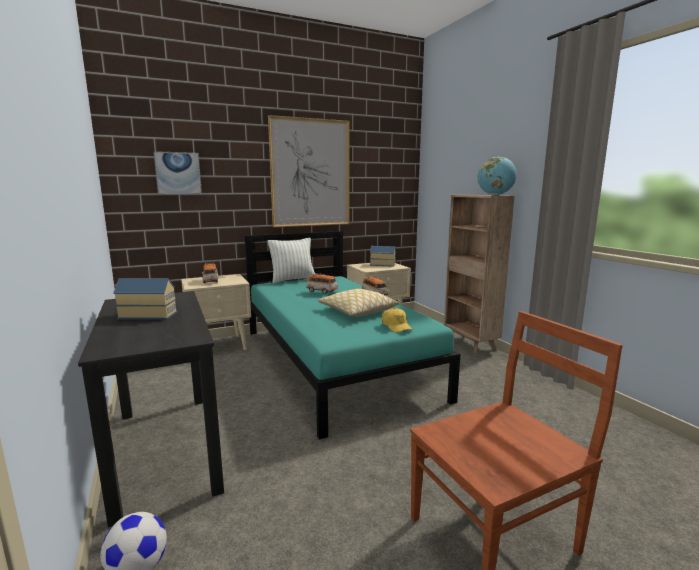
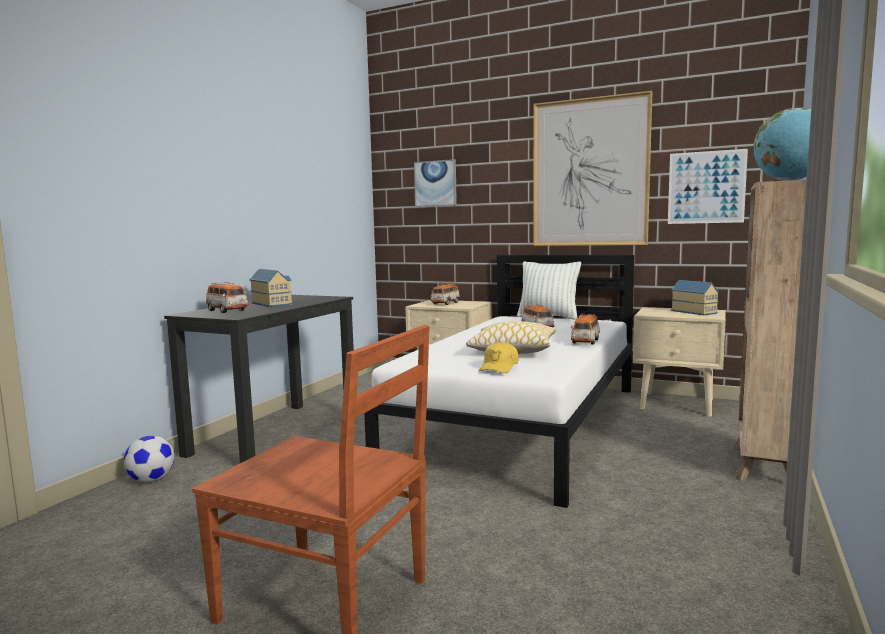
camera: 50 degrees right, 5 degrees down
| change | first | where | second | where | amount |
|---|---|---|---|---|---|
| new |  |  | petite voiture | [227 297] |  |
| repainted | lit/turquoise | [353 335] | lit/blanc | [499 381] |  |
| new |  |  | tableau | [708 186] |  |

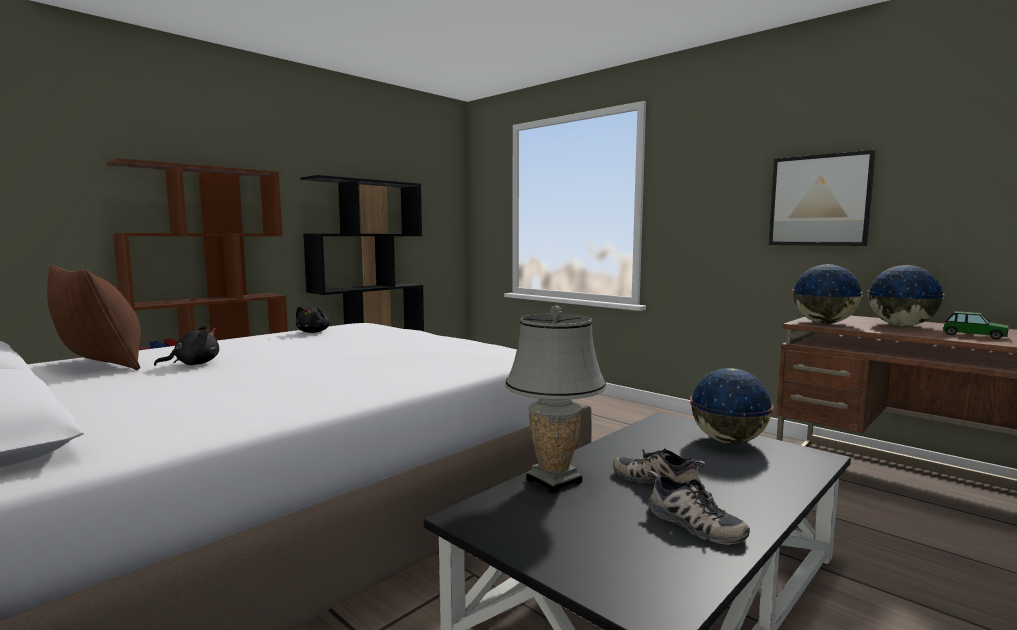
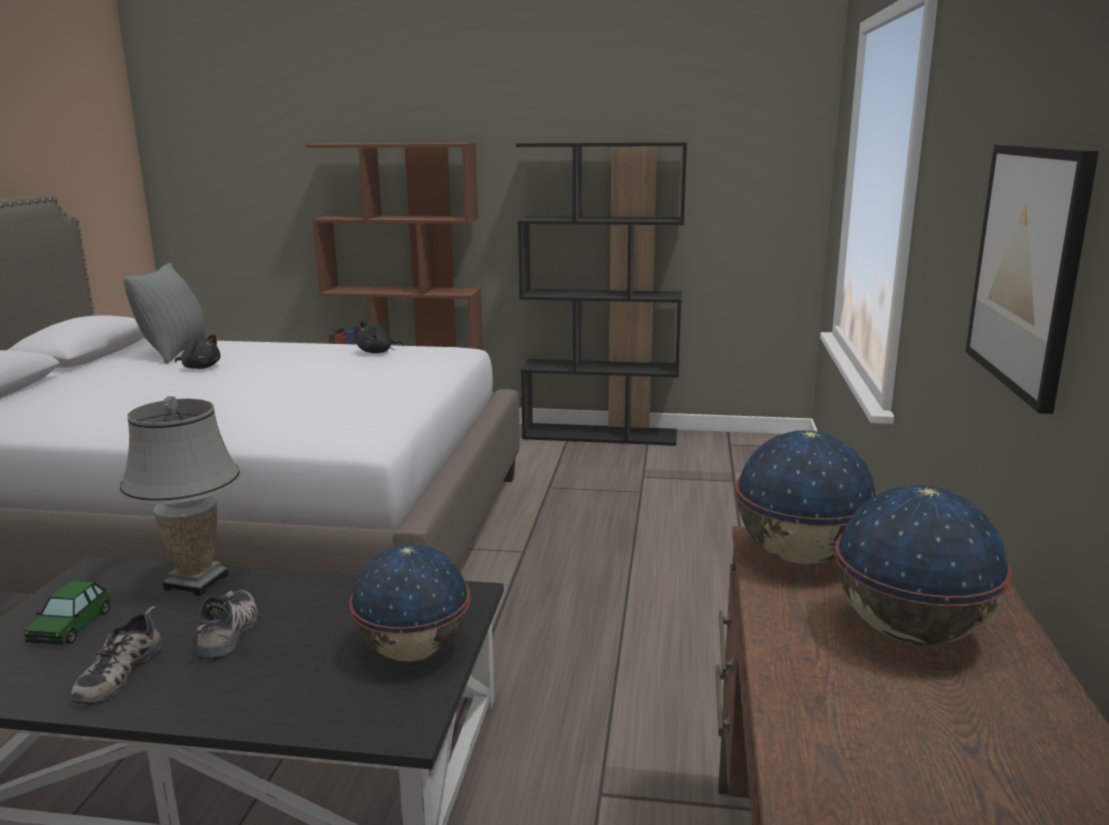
camera: 55 degrees right, 10 degrees up
| change | first | where | second | where | amount |
|---|---|---|---|---|---|
| shifted | petite voiture | [976 325] |  | [67 613] |  |
| repainted | coussin/marron | [94 317] | coussin/gris | [165 313] |  |

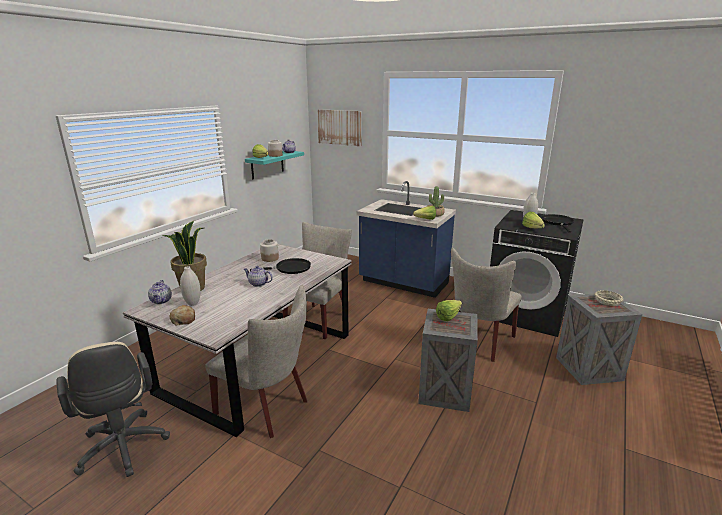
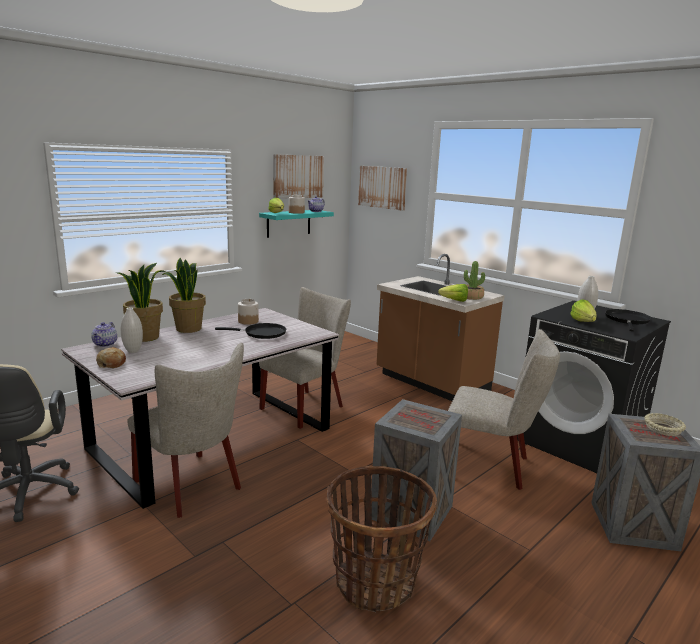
camera: 15 degrees right, 5 degrees down
| change | first | where | second | where | amount |
|---|---|---|---|---|---|
| new |  |  | plante en pot | [184 295] |  |
| new |  |  | tableau | [298 176] |  |
| new |  |  | panier | [382 539] |  |
| repainted | comptoir de cuisine/bleu | [406 239] | comptoir de cuisine/marron | [440 327] |  |
| rotated | chaise/beige | [486 305] |  | [504 409] | 120 degrees counterclockwise |
| gone | théière | [258 276] |  |  |  |
| gone | laitue | [449 310] |  |  |  |

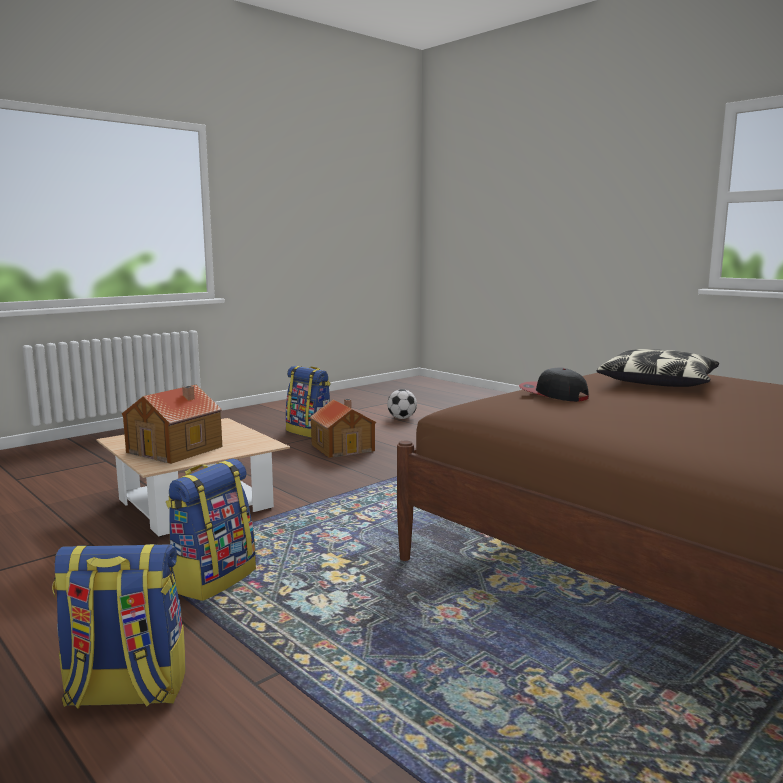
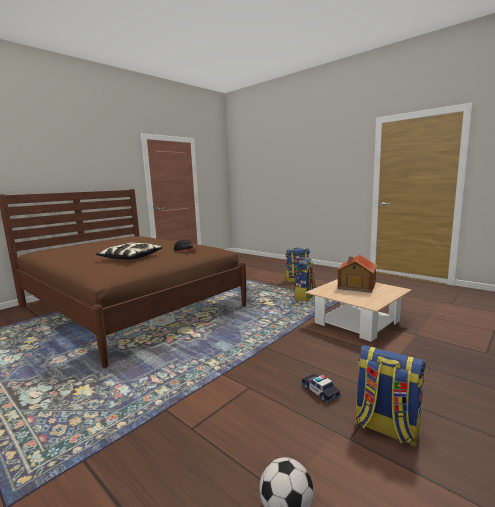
camera: 175 degrees right, 0 degrees up
| change | first | where | second | where | amount |
|---|---|---|---|---|---|
| swapped | maison miniature | [343 428] | petite voiture | [321 388] |  |

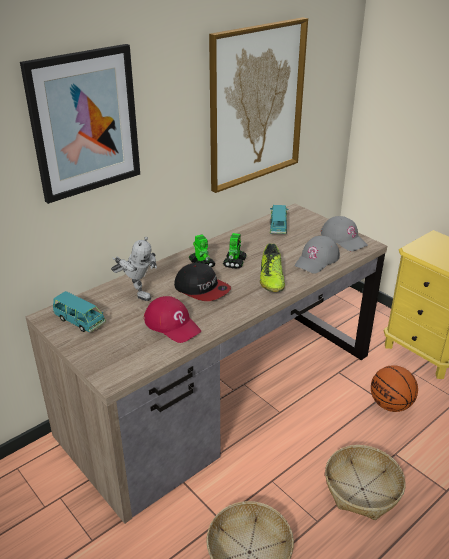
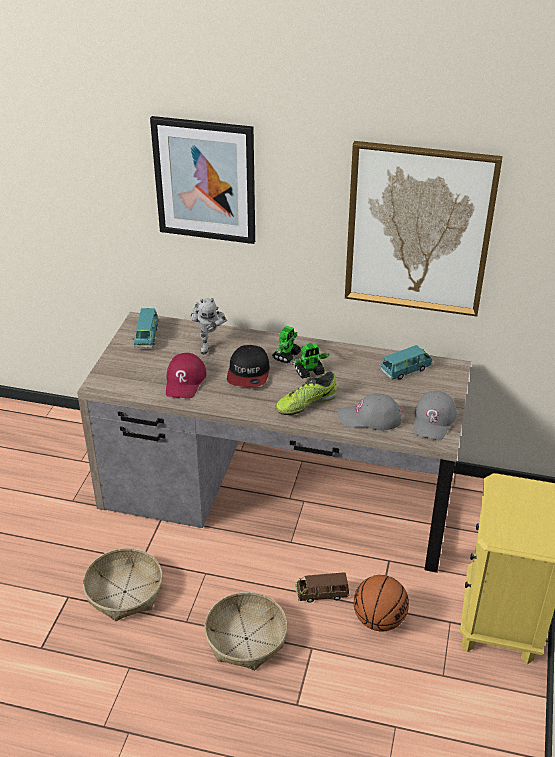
camera: 55 degrees right, 5 degrees up
| change | first | where | second | where | amount |
|---|---|---|---|---|---|
| new |  |  | petite voiture/marron | [323 587] |  |

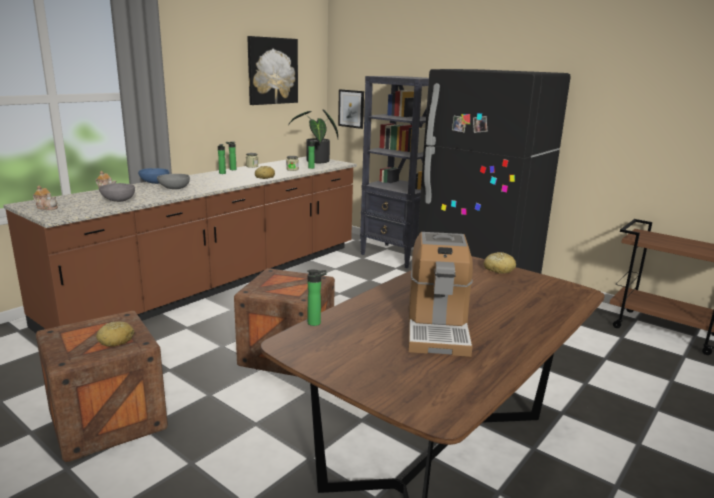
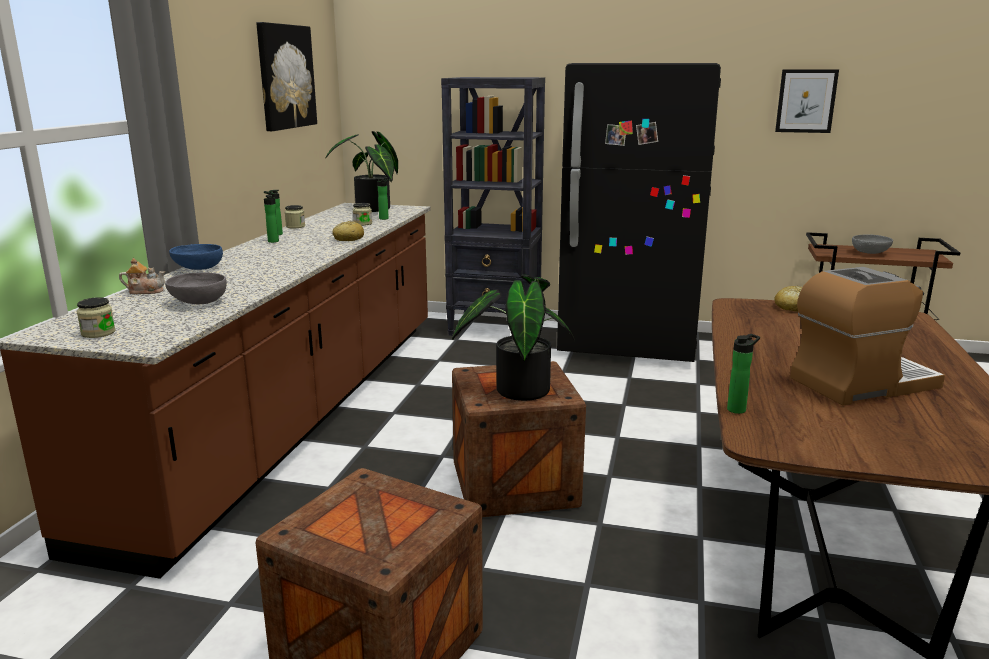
camera: 25 degrees left, 0 degrees up
| change | first | where | second | where | amount |
|---|---|---|---|---|---|
| swapped | théière | [45 198] | bocal | [96 317] |  |
| new |  |  | plante en pot | [513 337] |  |
| shifted | tableau | [351 109] |  | [807 101] |  |
| rotated | machine à café | [440 294] |  | [867 336] | 90 degrees counterclockwise |
| shifted | bol/gris | [173 181] |  | [872 244] |  |
| gone | pain | [115 334] |  |  |  |

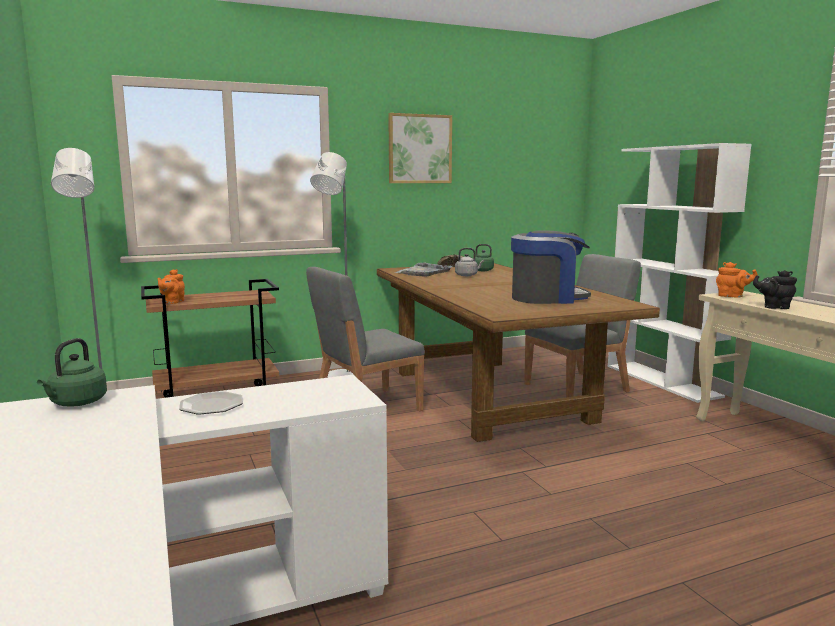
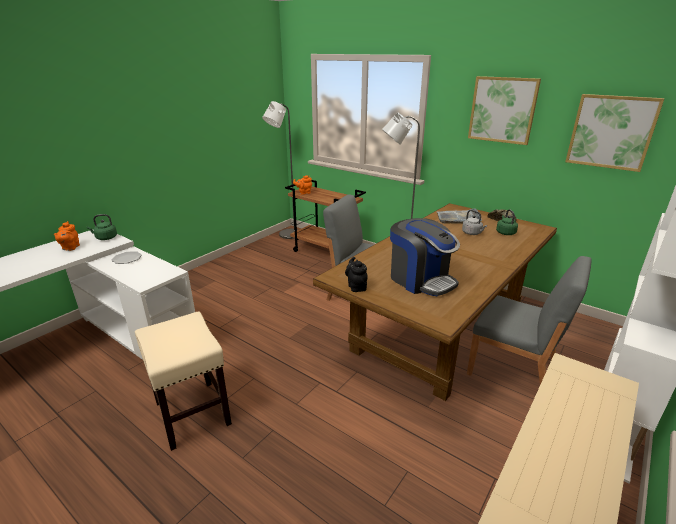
camera: 60 degrees right, 15 degrees up
| change | first | where | second | where | amount |
|---|---|---|---|---|---|
| shifted | théière/orange | [737 280] |  | [67 236] |  |
| new |  |  | tabouret/beige | [183 381] |  |
| shifted | théière/noir | [775 289] |  | [356 274] |  |
| new |  |  | tableau | [615 133] |  |

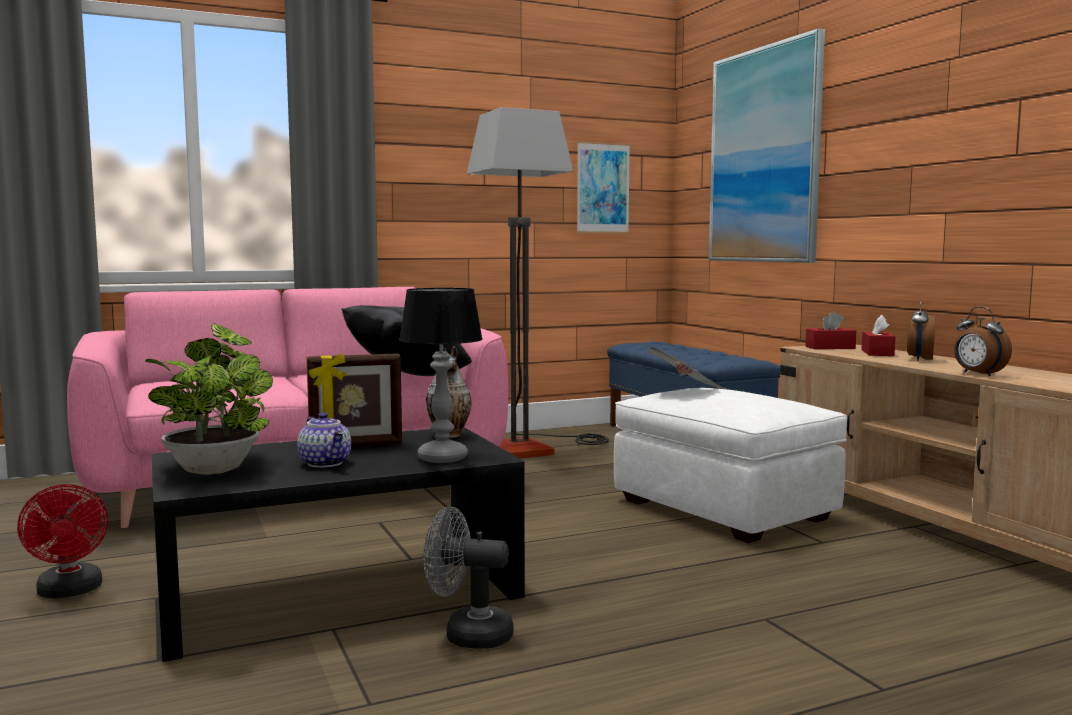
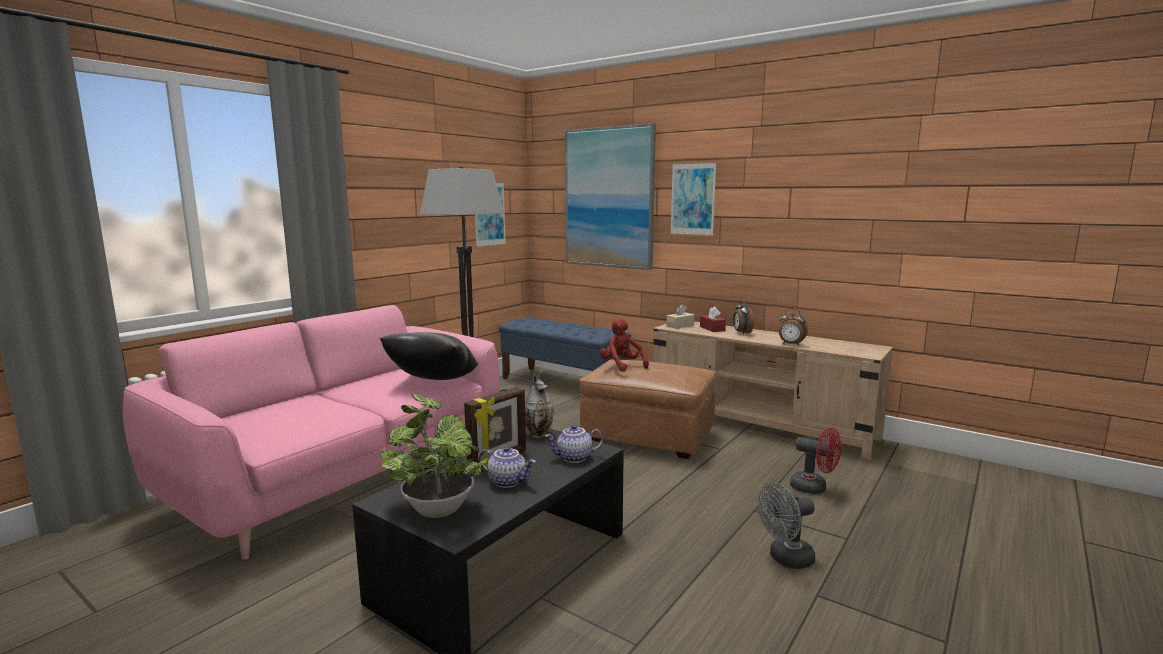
camera: 30 degrees left, 5 degrees up
| change | first | where | second | where | amount |
|---|---|---|---|---|---|
| swapped | lampe de table | [441 375] | théière | [574 444] |  |
| repainted | pouf/blanc | [730 465] | pouf/marron | [648 409] |  |
| swapped | journal | [687 368] | peluche/rouge | [624 345] |  |
| repainted | boîte à mouchoirs/rouge | [830 330] | boîte à mouchoirs/beige | [680 316] |  |
| new |  |  | tableau | [693 199] |  |
| shifted | ventilateur/gris | [468 578] |  | [786 526] |  |
| shifted | ventilateur/rouge | [62 541] |  | [816 461] |  |

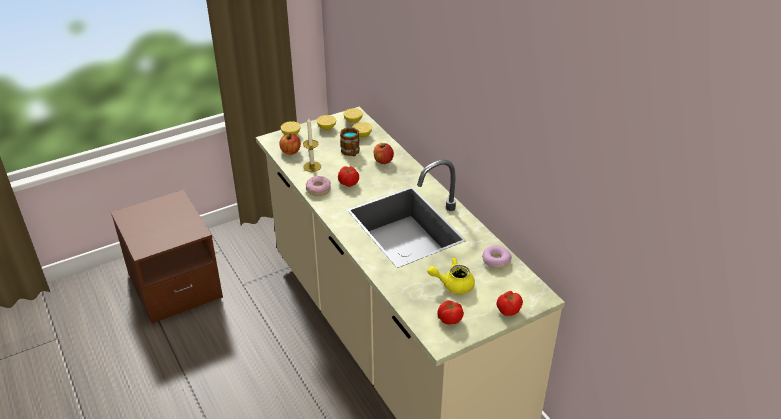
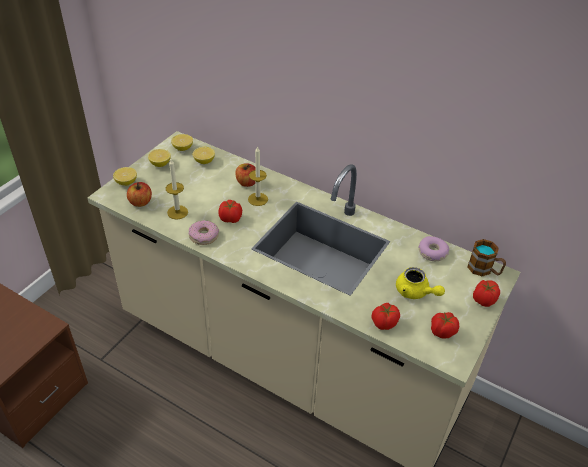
camera: 30 degrees left, 5 degrees up
| change | first | where | second | where | amount |
|---|---|---|---|---|---|
| new |  |  | bougie | [258 176] |  |
| new |  |  | tomate | [385 316] |  |
| rotated | théière/jaune | [451 275] |  | [420 283] | 105 degrees counterclockwise |
| shifted | mug | [350 141] |  | [486 257] |  |

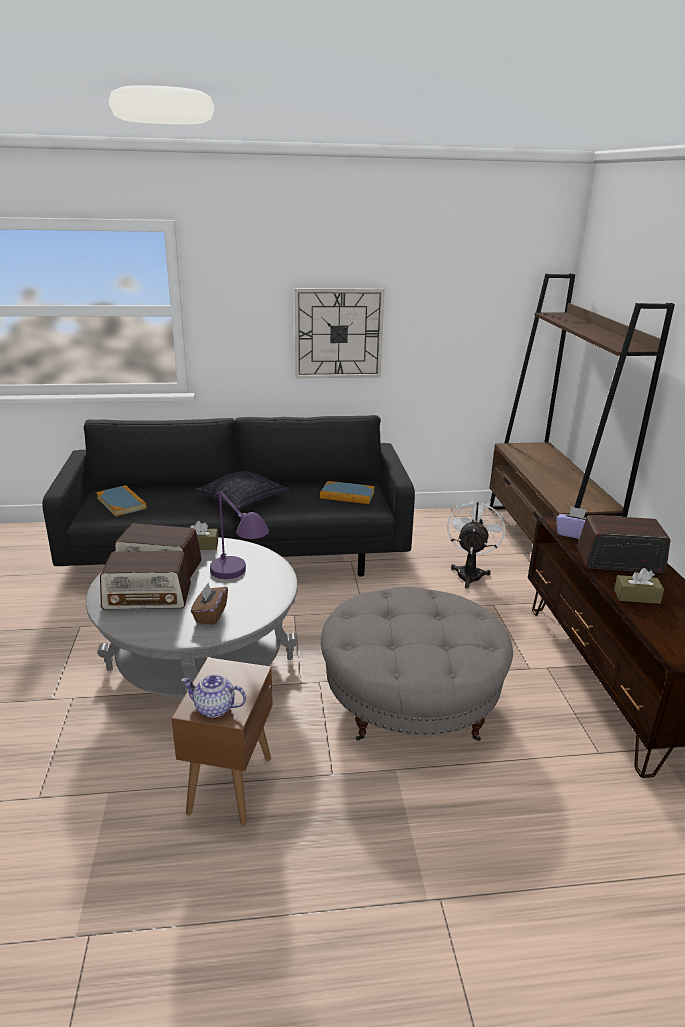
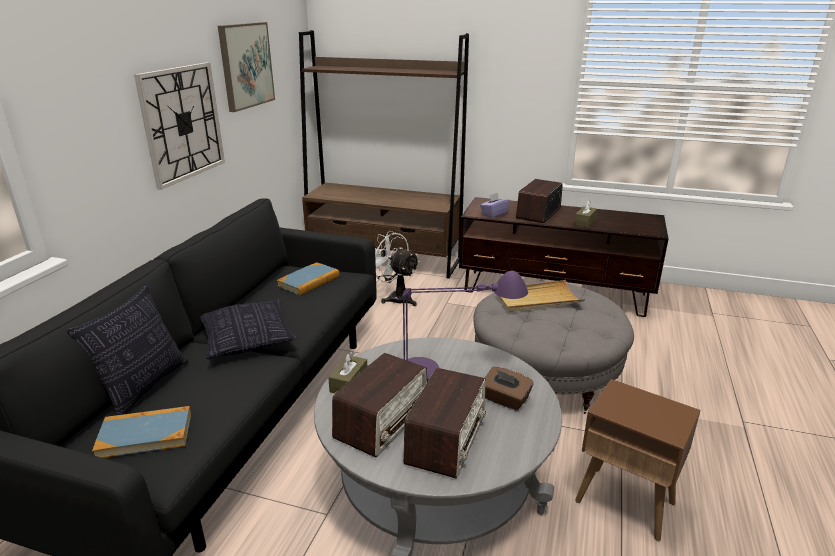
camera: 65 degrees left, 0 degrees up
| change | first | where | second | where | amount |
|---|---|---|---|---|---|
| new |  |  | coussin | [127 349] |  |
| new |  |  | tableau | [246 67] |  |
| new |  |  | plateau/beige | [541 296] |  |
| gone | théière | [213 696] |  |  |  |

